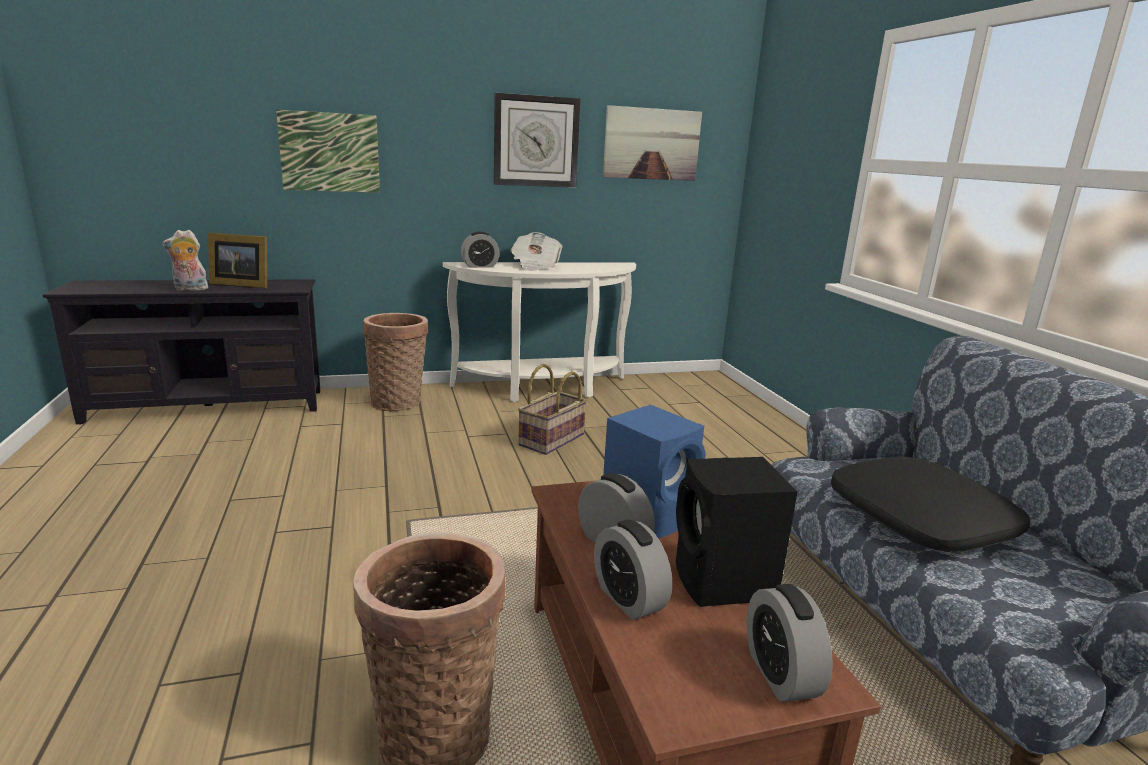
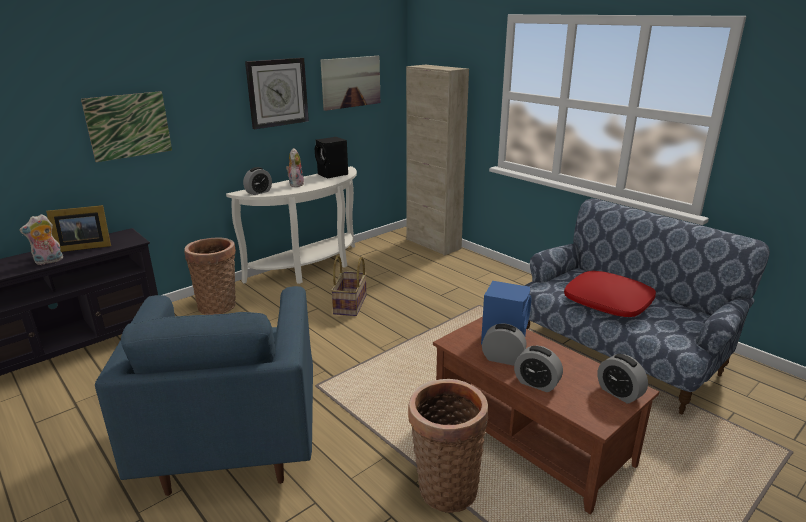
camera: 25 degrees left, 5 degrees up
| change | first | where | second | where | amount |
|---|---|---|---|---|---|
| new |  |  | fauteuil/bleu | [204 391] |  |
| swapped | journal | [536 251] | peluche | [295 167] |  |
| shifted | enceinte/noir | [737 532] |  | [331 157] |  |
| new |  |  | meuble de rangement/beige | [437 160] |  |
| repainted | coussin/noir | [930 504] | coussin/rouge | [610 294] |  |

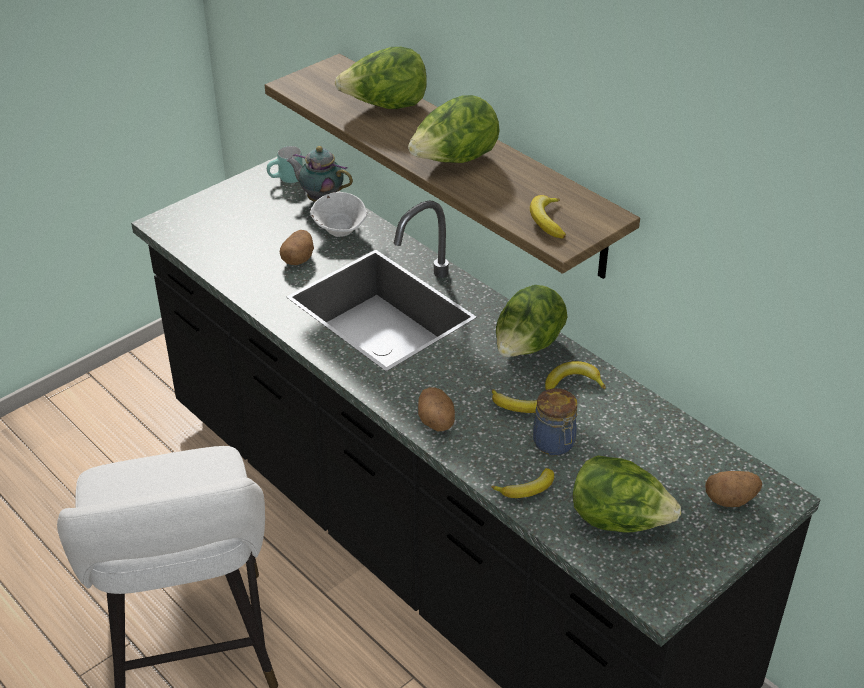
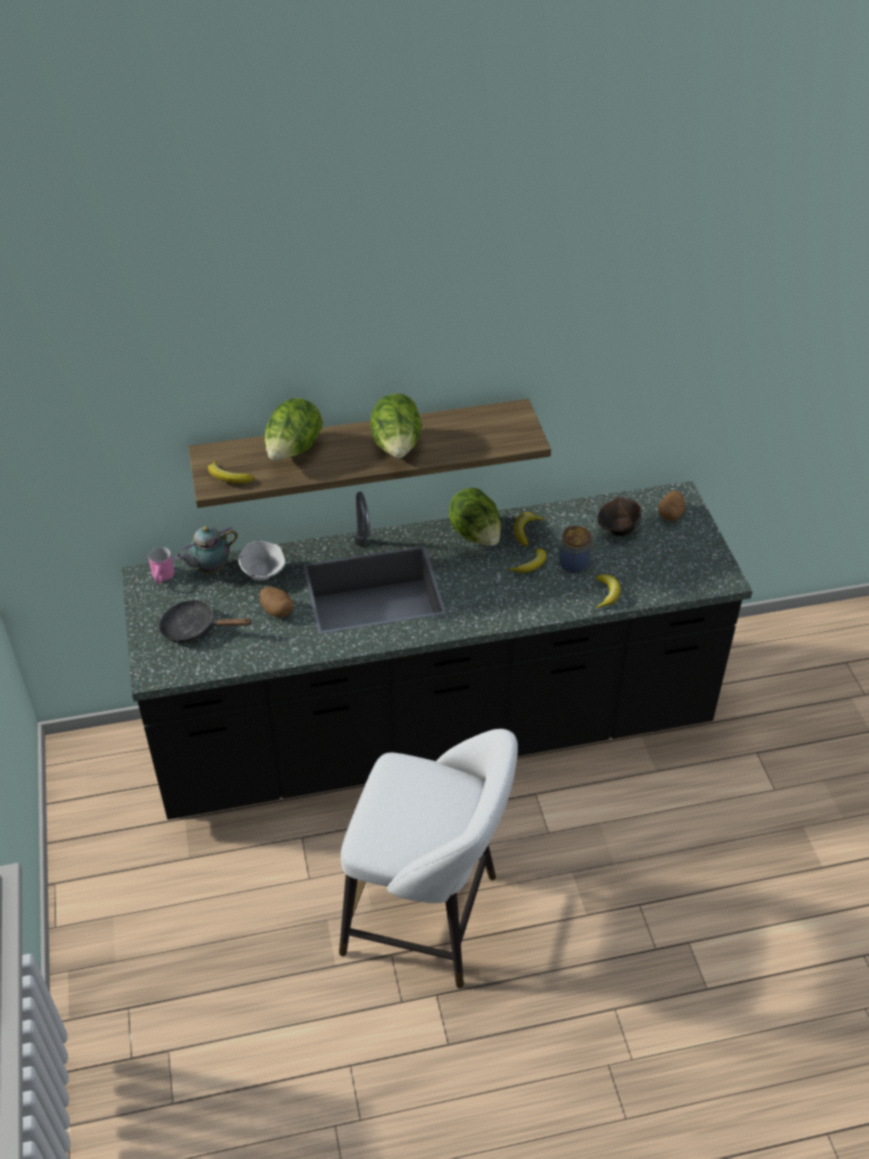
camera: 60 degrees left, 5 degrees up
| change | first | where | second | where | amount |
|---|---|---|---|---|---|
| repainted | mug/turquoise | [285 164] | mug/rose | [161 565] |  |
| new |  |  | poêle/noir | [205 621] |  |
| shifted | banane | [548 216] |  | [231 472] |  |
| new |  |  | bol/marron | [620 516] |  |
| gone | pomme de terre | [436 409] |  |  |  |
| gone | laitue | [627 493] |  |  |  |

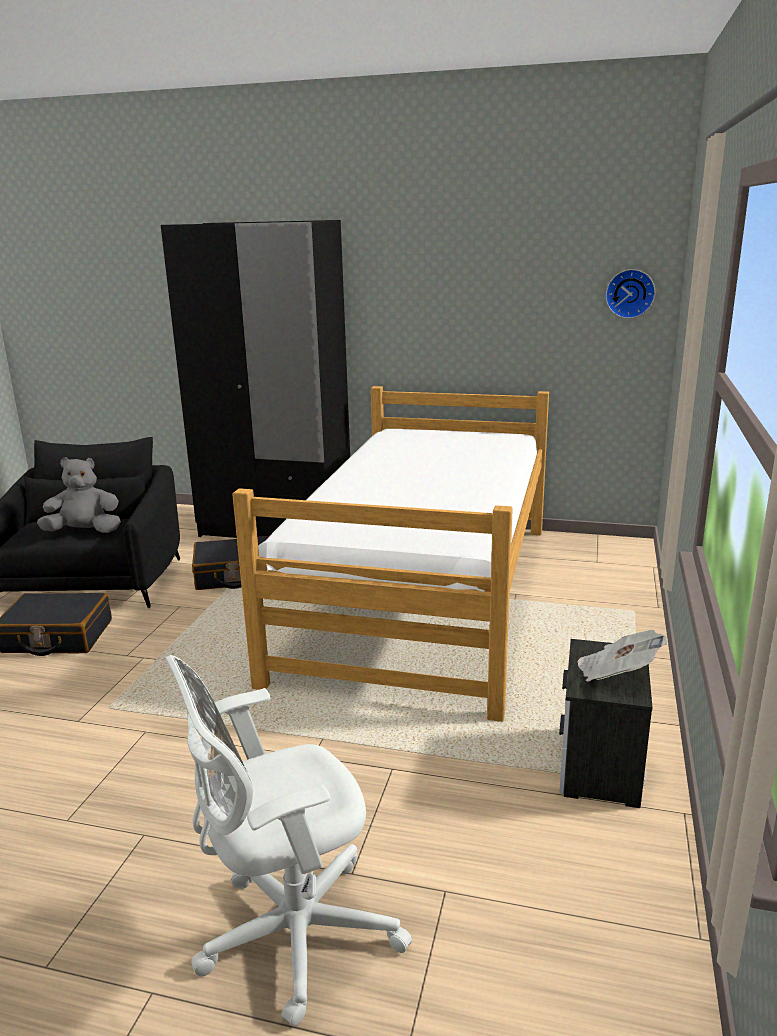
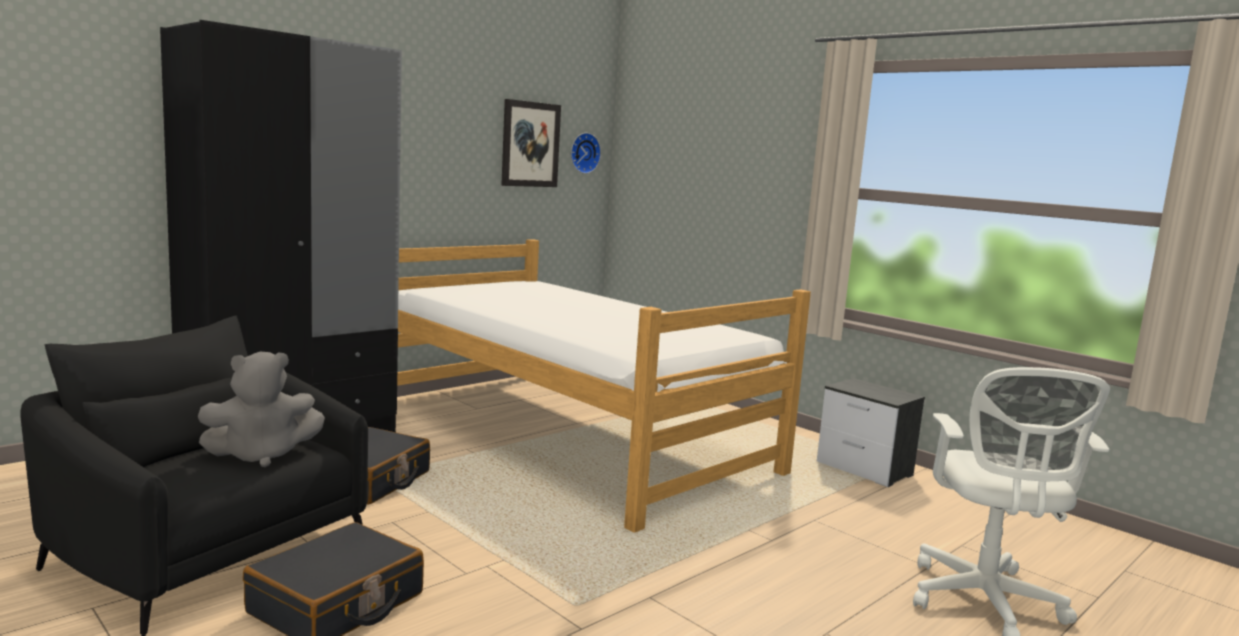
camera: 60 degrees left, 10 degrees down
| change | first | where | second | where | amount |
|---|---|---|---|---|---|
| rotated | peluche/gris | [79 495] |  | [261 409] | 135 degrees counterclockwise |
| new |  |  | tableau | [531 143] |  |
| gone | journal | [622 656] |  |  |  |

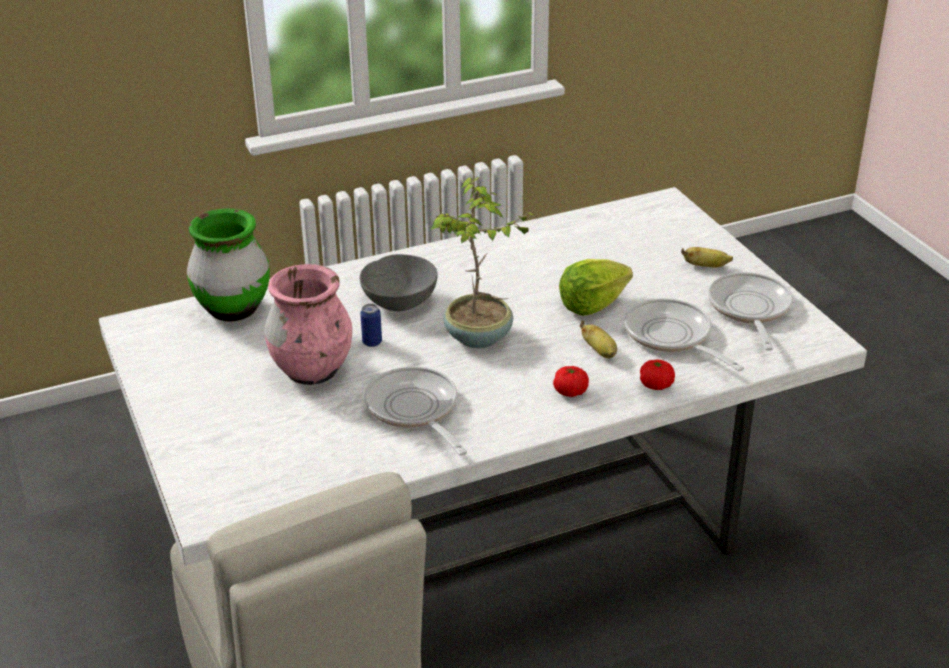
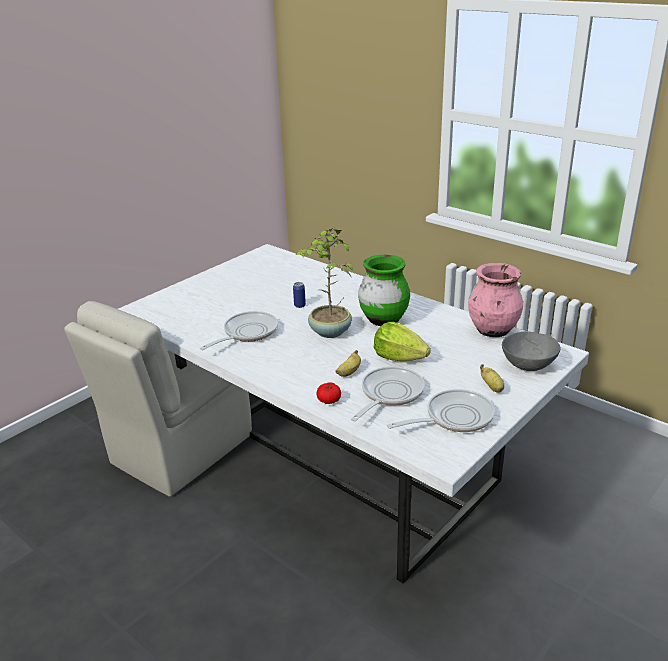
camera: 65 degrees right, 5 degrees down
| change | first | where | second | where | amount |
|---|---|---|---|---|---|
| shifted | vase/vert | [228 265] |  | [384 290] |  |
| shifted | vase/rose | [308 324] |  | [495 300] |  |
| shifted | bol/gris | [399 282] |  | [531 351] |  |
| gone | tomate | [571 381] |  |  |  |

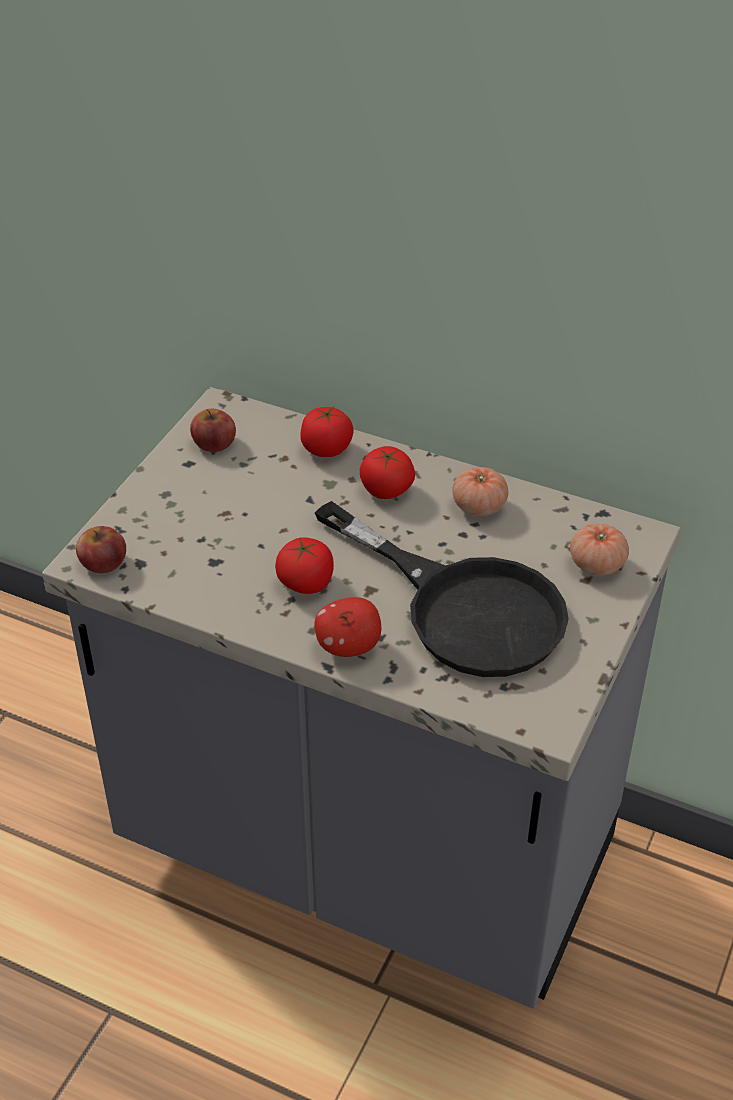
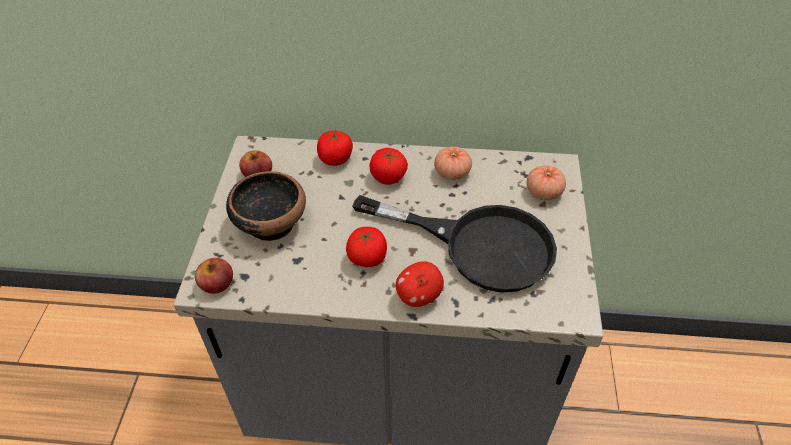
camera: 20 degrees left, 5 degrees up
| change | first | where | second | where | amount |
|---|---|---|---|---|---|
| new |  |  | bol | [266 206] |  |

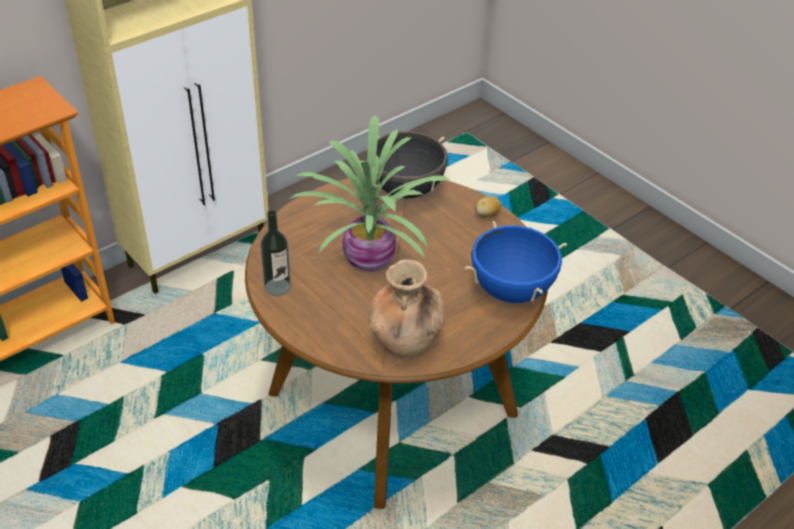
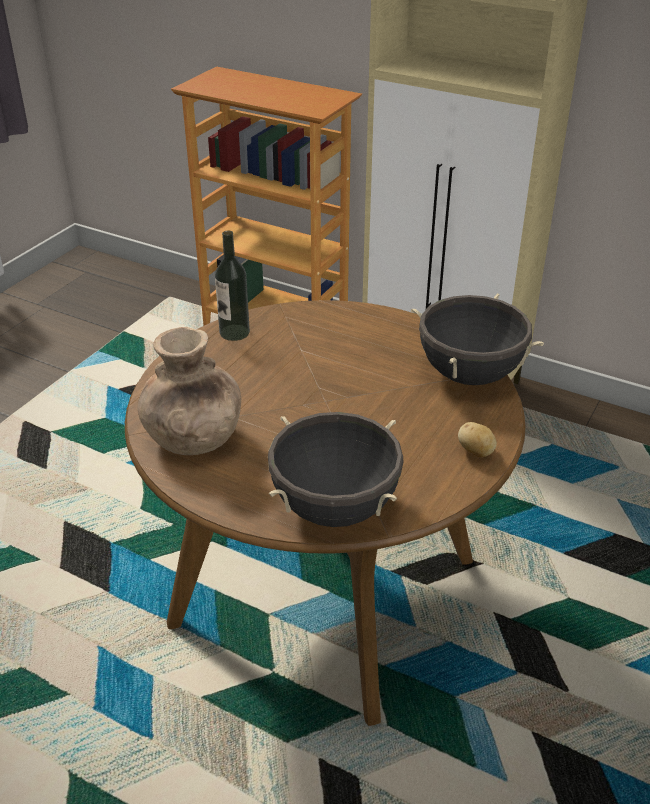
camera: 70 degrees right, 5 degrees down
| change | first | where | second | where | amount |
|---|---|---|---|---|---|
| repainted | marmite/bleu | [515 262] | marmite/noir | [336 469] |  |
| gone | plante en pot | [369 193] |  |  |  |

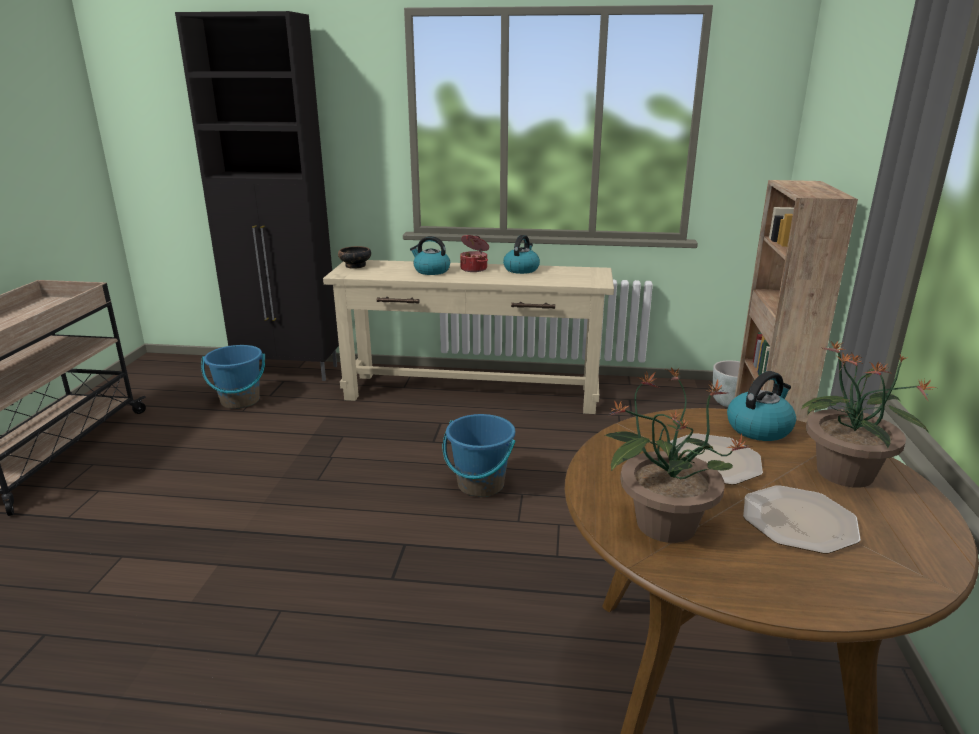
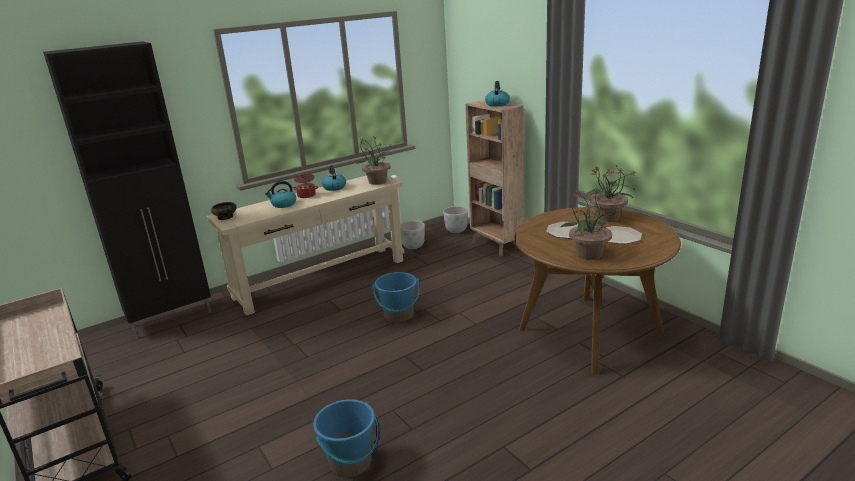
camera: 40 degrees left, 0 degrees up
| change | first | where | second | where | amount |
|---|---|---|---|---|---|
| shifted | seau/bleu | [233 377] |  | [346 438] |  |
| new |  |  | plante en pot | [373 161] |  |
| new |  |  | cache-pot/gris | [412 235] |  |
| shifted | bouilloire | [761 406] |  | [497 94] |  |

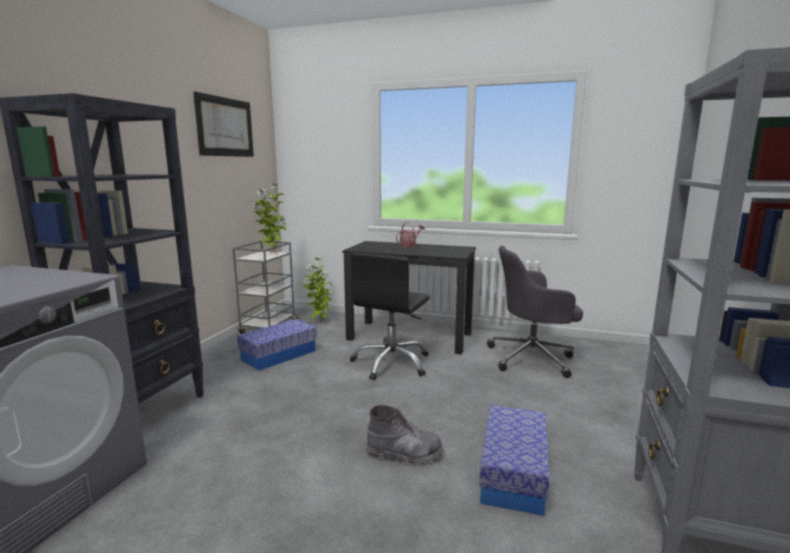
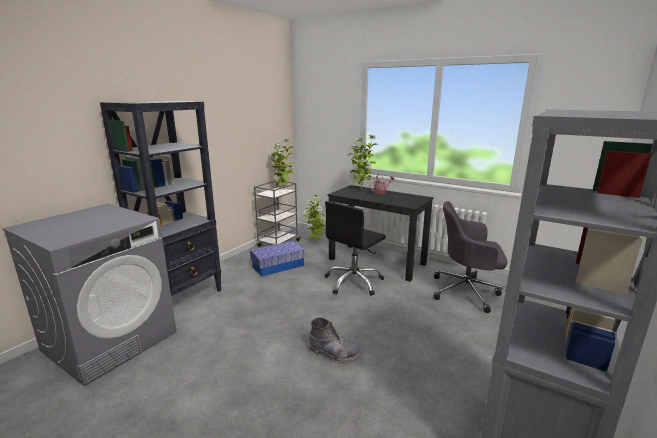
camera: 15 degrees right, 5 degrees up
| change | first | where | second | where | amount |
|---|---|---|---|---|---|
| new |  |  | plante en pot | [362 161] |  |
| gone | tableau | [223 124] |  |  |  |
| gone | boîte de rangement | [514 460] |  |  |  |

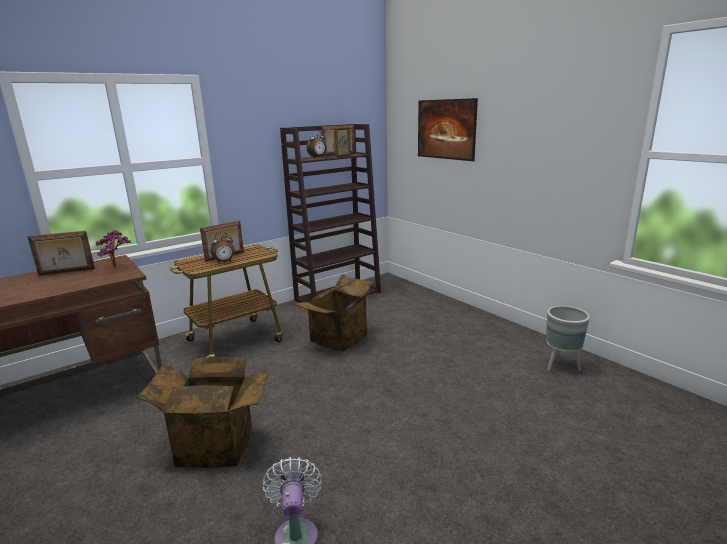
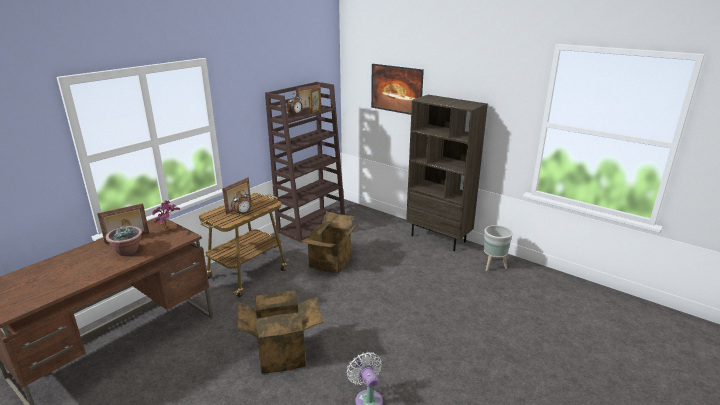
camera: 15 degrees left, 5 degrees up
| change | first | where | second | where | amount |
|---|---|---|---|---|---|
| new |  |  | plante en pot | [124 241] |  |
| new |  |  | bibliothèque/marron | [447 173] |  |

